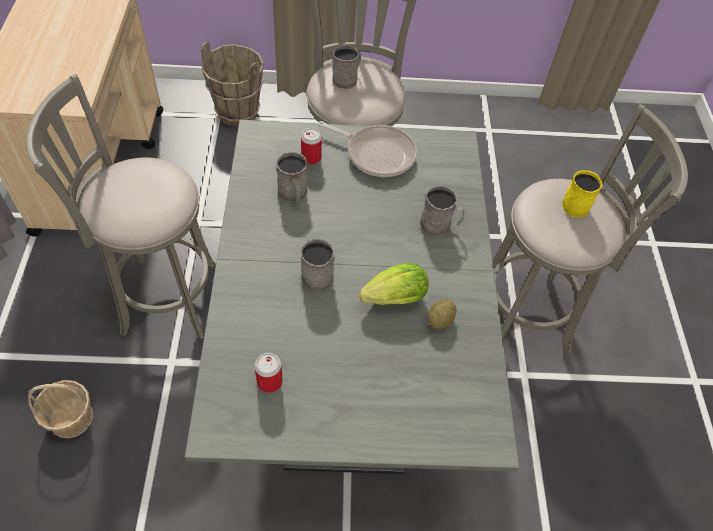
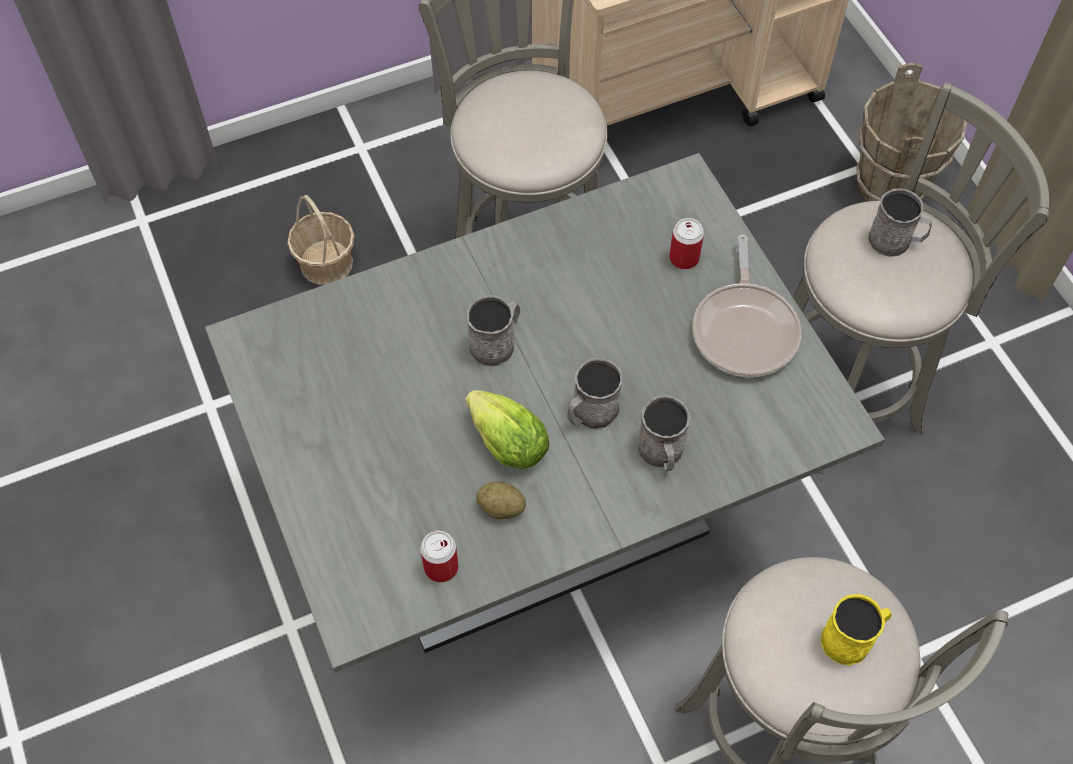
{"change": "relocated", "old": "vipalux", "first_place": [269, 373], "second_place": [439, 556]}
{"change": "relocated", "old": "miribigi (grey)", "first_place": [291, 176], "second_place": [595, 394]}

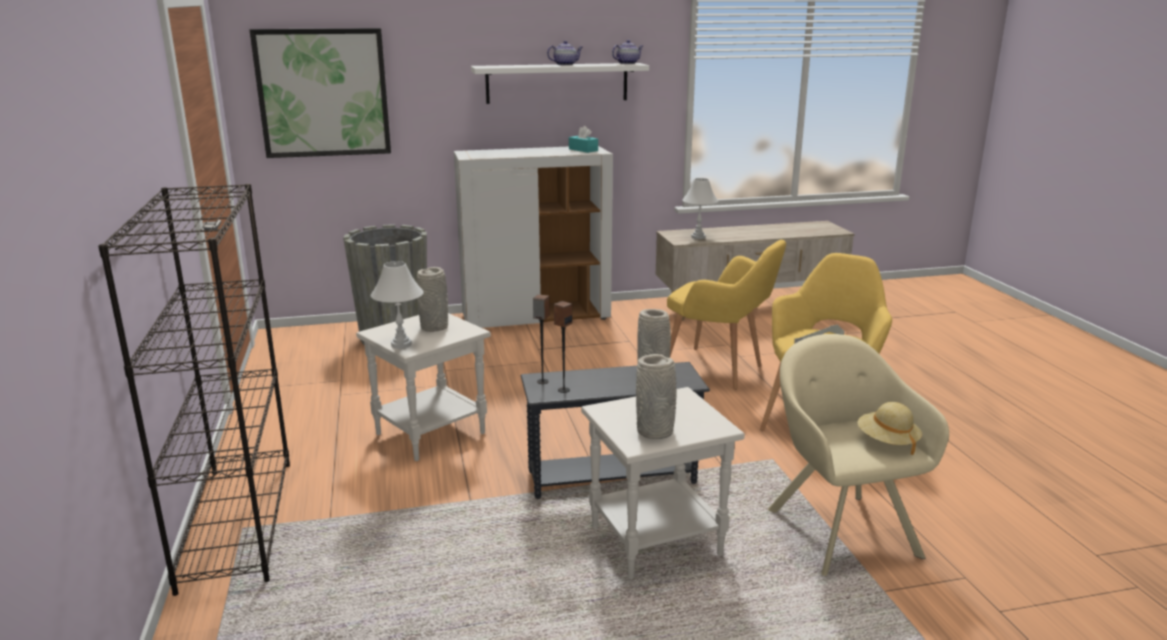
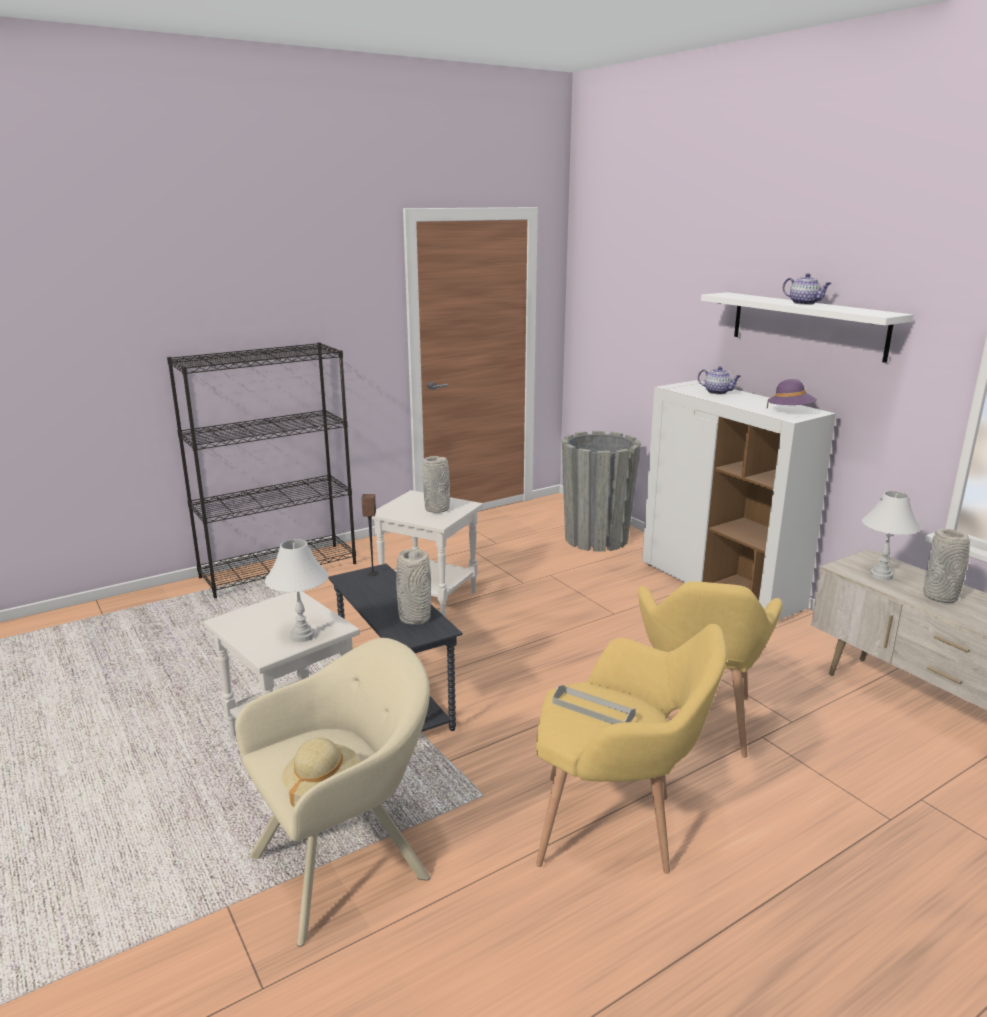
{"change": "missing", "old": "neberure", "first_place": [320, 93]}
{"change": "relocated", "old": "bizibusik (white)", "first_place": [397, 305], "second_place": [297, 590]}
{"change": "missing", "old": "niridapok", "first_place": [563, 347]}
{"change": "exchanged", "old": "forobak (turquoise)", "new": "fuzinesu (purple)", "first_place": [583, 139], "second_place": [792, 393]}
{"change": "relocated", "old": "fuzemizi", "first_place": [627, 52], "second_place": [719, 380]}
{"change": "relocated", "old": "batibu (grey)", "first_place": [656, 396], "second_place": [946, 566]}

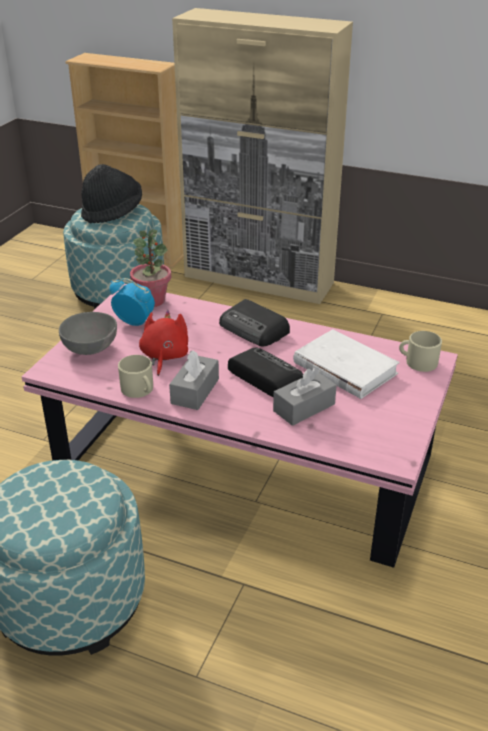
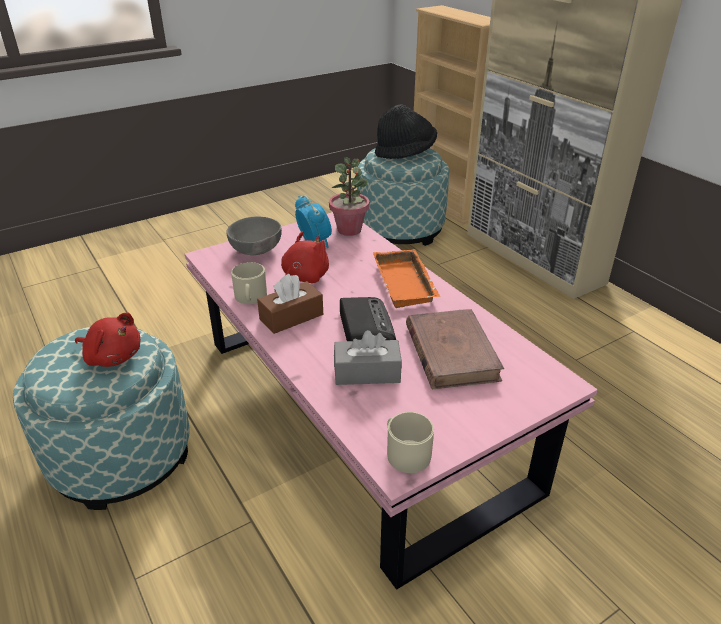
{"change": "colour", "old": "forobak (grey)", "new": "forobak (brown)", "first_place": [194, 380], "second_place": [290, 304]}
{"change": "exchanged", "old": "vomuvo", "new": "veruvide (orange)", "first_place": [254, 322], "second_place": [406, 278]}
{"change": "colour", "old": "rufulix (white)", "new": "rufulix (brown)", "first_place": [346, 364], "second_place": [455, 349]}
{"change": "relocated", "old": "miribigi (beige)", "first_place": [420, 351], "second_place": [410, 442]}
{"change": "appeared", "new": "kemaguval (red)", "second_place": [107, 339]}

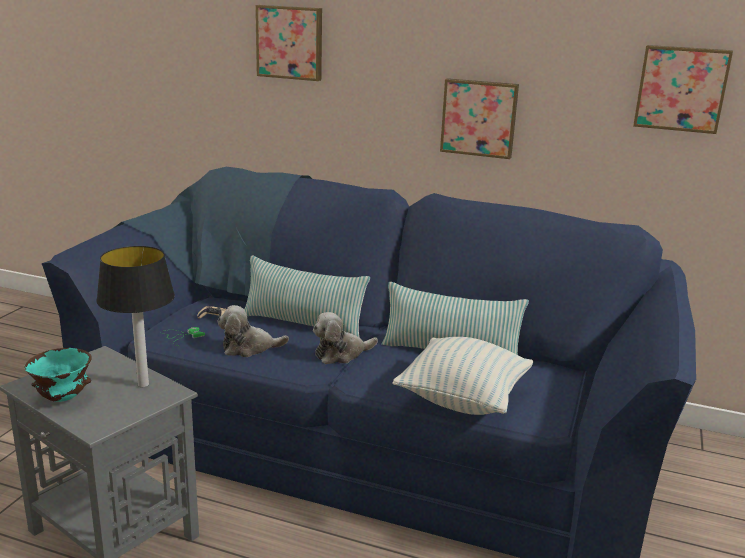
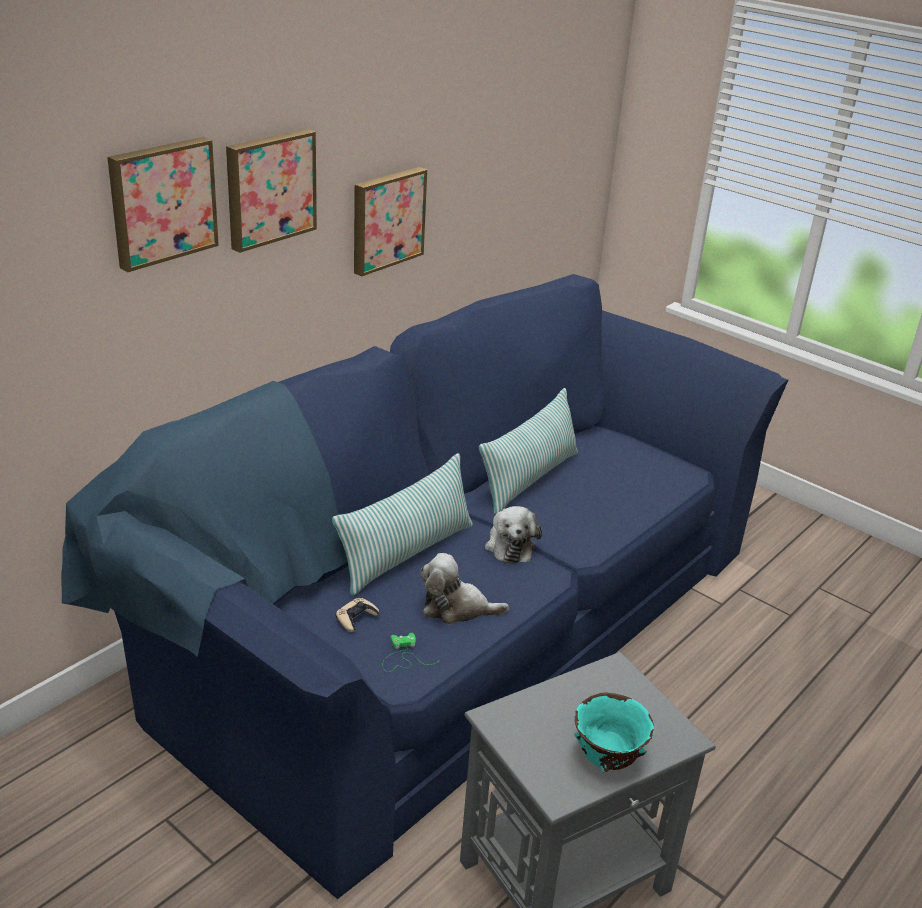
{"change": "missing", "old": "bizibusik", "first_place": [135, 316]}
{"change": "spun", "old": "kemaguval", "first_place": [253, 331], "second_place": [464, 588], "degrees": 90}
{"change": "missing", "old": "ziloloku", "first_place": [463, 376]}
{"change": "relocated", "old": "neberure", "first_place": [683, 89], "second_place": [271, 191]}

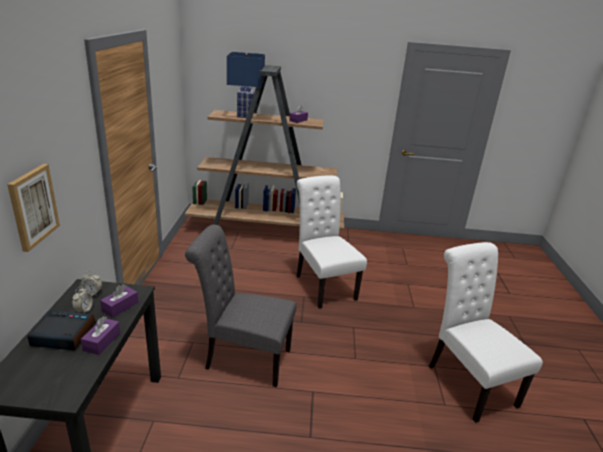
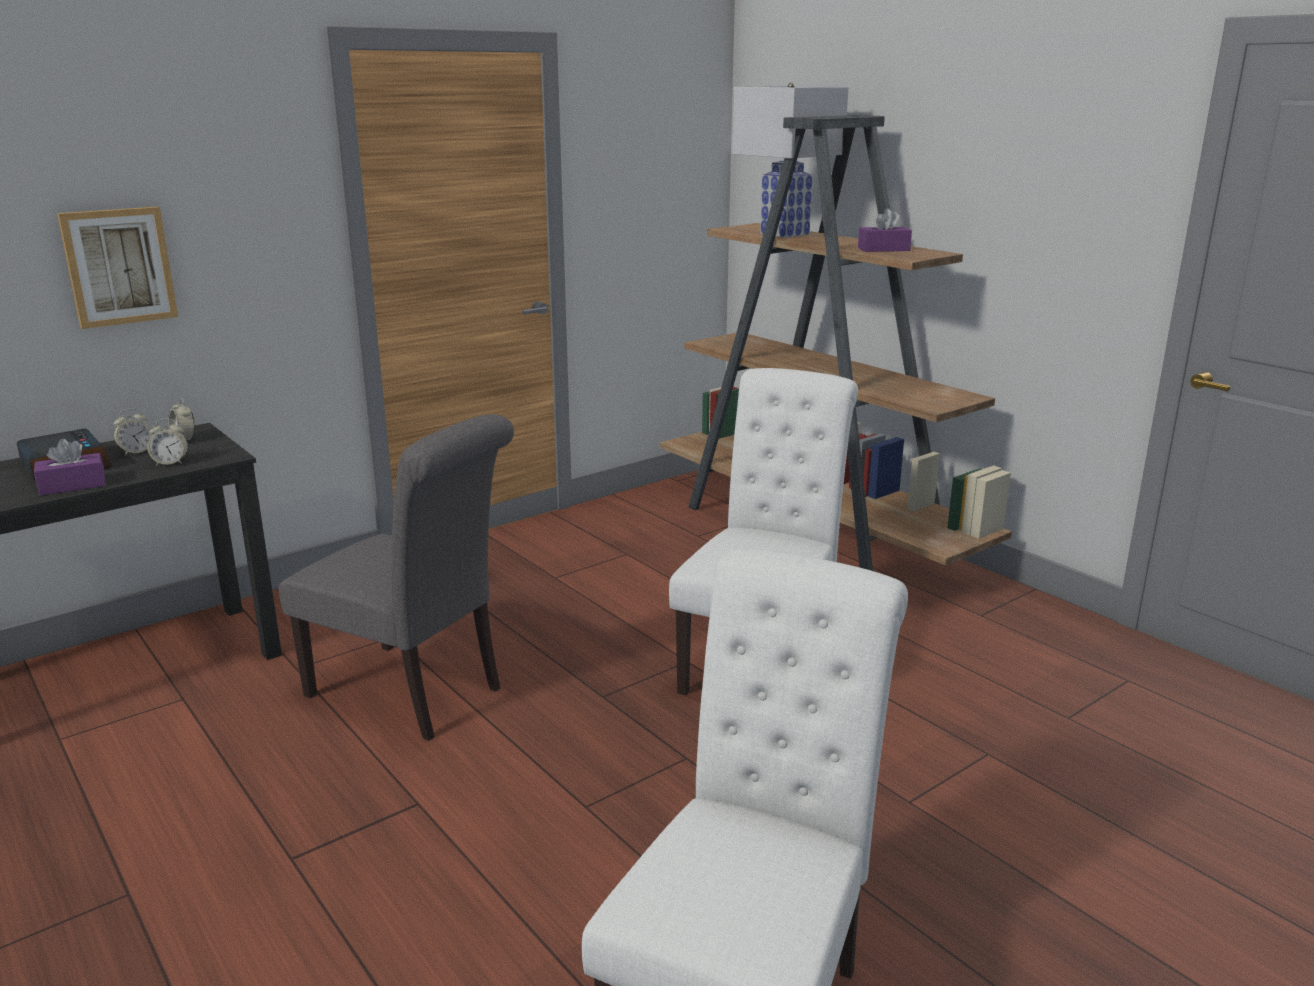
{"change": "exchanged", "old": "forobak (purple)", "new": "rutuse", "first_place": [119, 301], "second_place": [167, 442]}
{"change": "spun", "old": "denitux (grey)", "first_place": [240, 306], "second_place": [396, 577], "degrees": 150}
{"change": "colour", "old": "bizibusik (blue)", "new": "bizibusik (white)", "first_place": [246, 85], "second_place": [791, 160]}

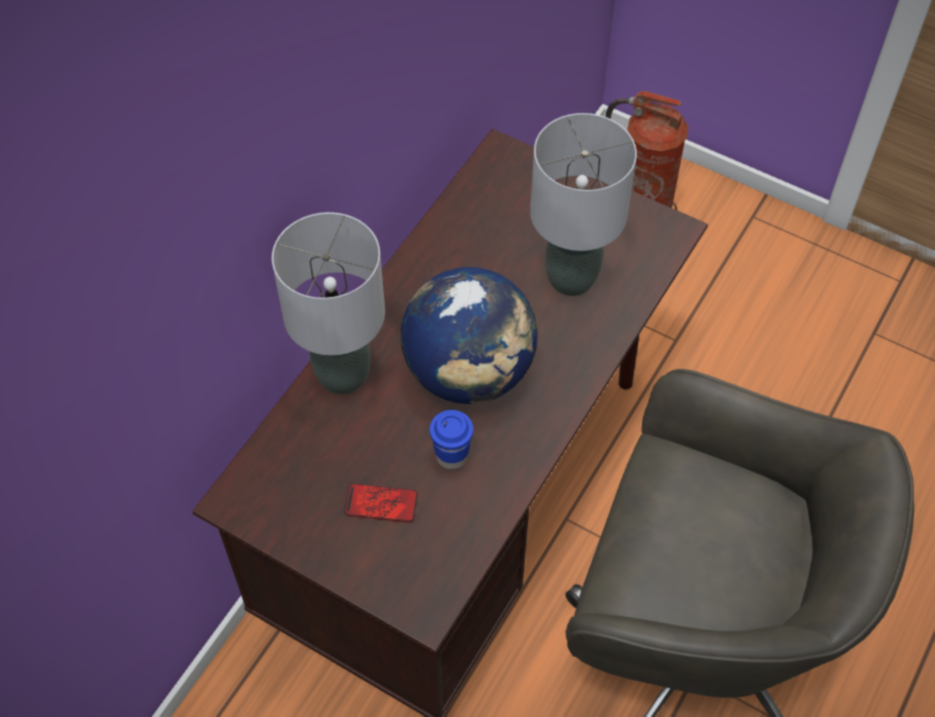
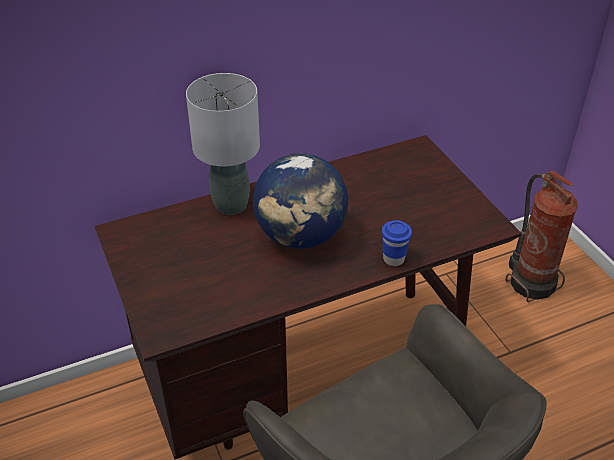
{"change": "missing", "old": "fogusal", "first_place": [381, 503]}
{"change": "relocated", "old": "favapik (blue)", "first_place": [451, 440], "second_place": [397, 243]}
{"change": "missing", "old": "bizibusik (grey)", "first_place": [583, 204]}

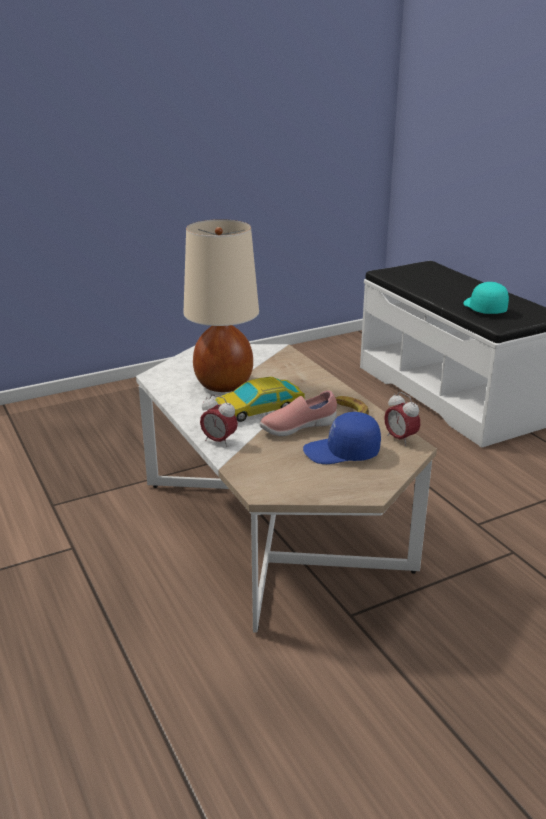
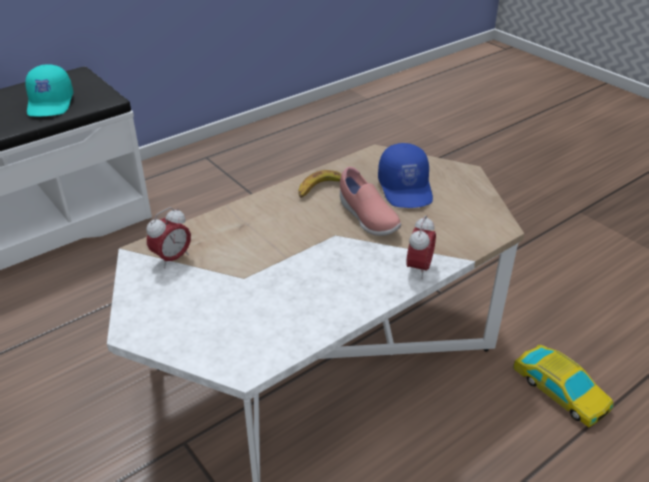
{"change": "missing", "old": "bizibusik (beige)", "first_place": [221, 305]}
{"change": "relocated", "old": "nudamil", "first_place": [260, 399], "second_place": [563, 386]}
{"change": "relocated", "old": "rutuse", "first_place": [402, 419], "second_place": [168, 238]}
{"change": "spun", "old": "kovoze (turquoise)", "first_place": [486, 298], "second_place": [49, 90], "degrees": -75}

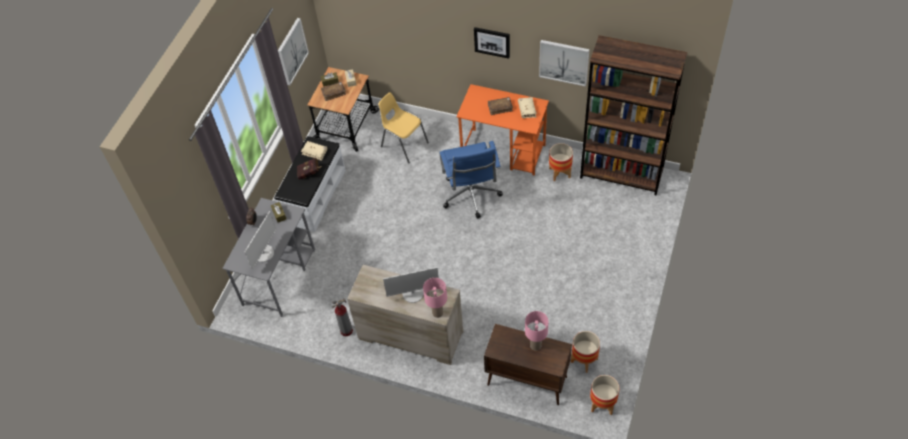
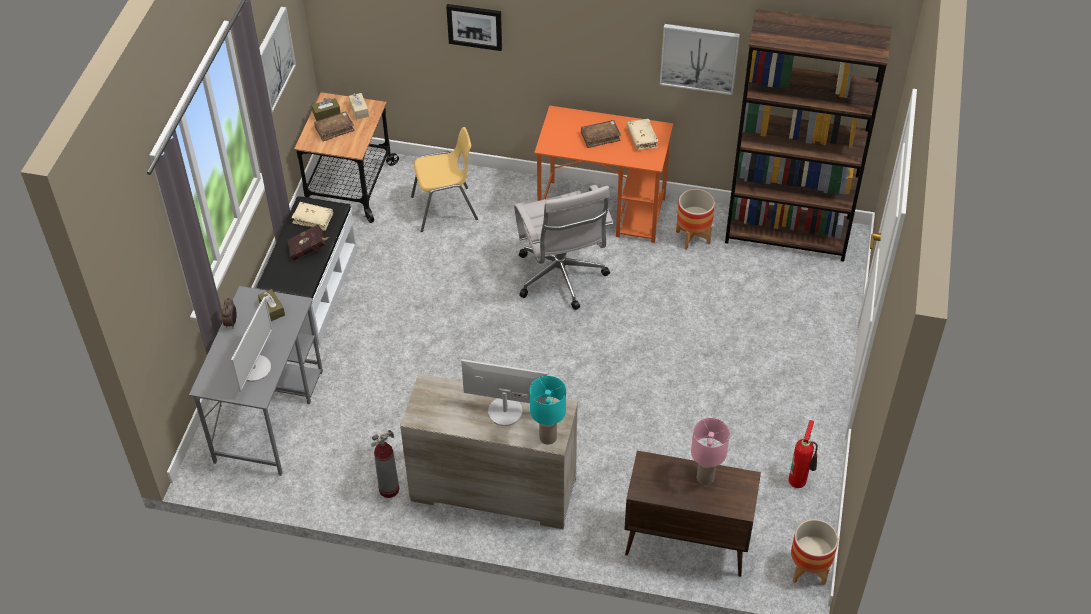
{"change": "spun", "old": "denitux (yellow)", "first_place": [403, 128], "second_place": [444, 179], "degrees": 135}
{"change": "spun", "old": "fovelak", "first_place": [411, 285], "second_place": [504, 392], "degrees": -150}
{"change": "colour", "old": "bizibusik (pink)", "new": "bizibusik (turquoise)", "first_place": [435, 298], "second_place": [548, 410]}
{"change": "colour", "old": "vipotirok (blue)", "new": "vipotirok (white)", "first_place": [471, 179], "second_place": [563, 247]}
{"change": "relocated", "old": "neberure", "first_place": [492, 43], "second_place": [474, 27]}
{"change": "missing", "old": "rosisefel", "first_place": [585, 352]}
{"change": "appeared", "new": "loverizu", "second_place": [803, 454]}

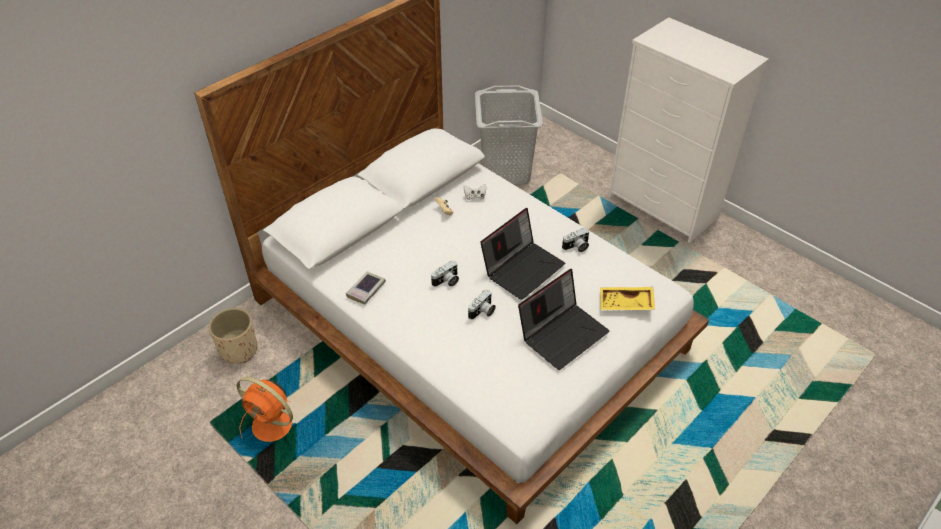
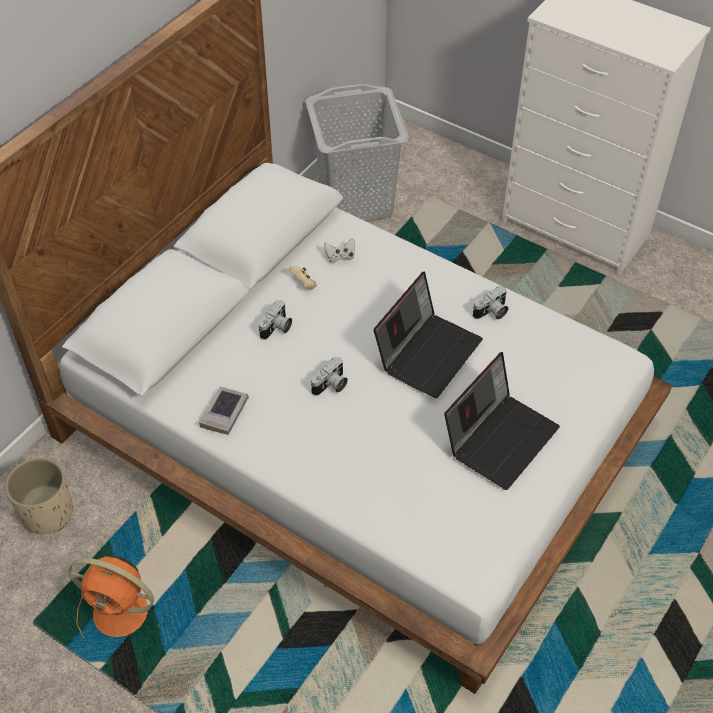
{"change": "relocated", "old": "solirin", "first_place": [482, 305], "second_place": [275, 320]}
{"change": "missing", "old": "veruvide (yellow)", "first_place": [627, 298]}

